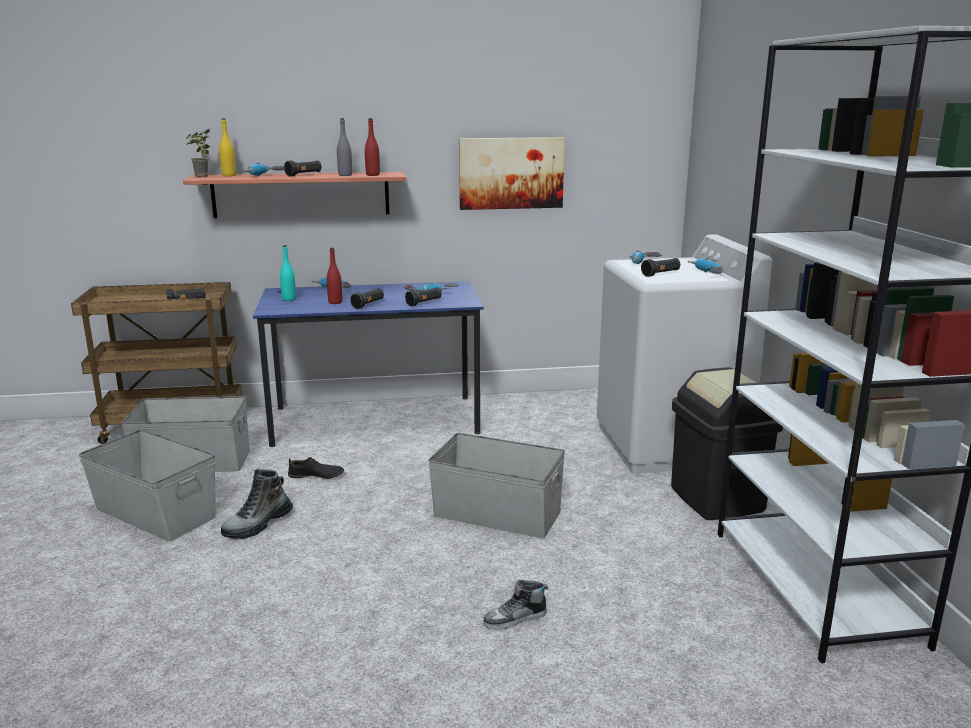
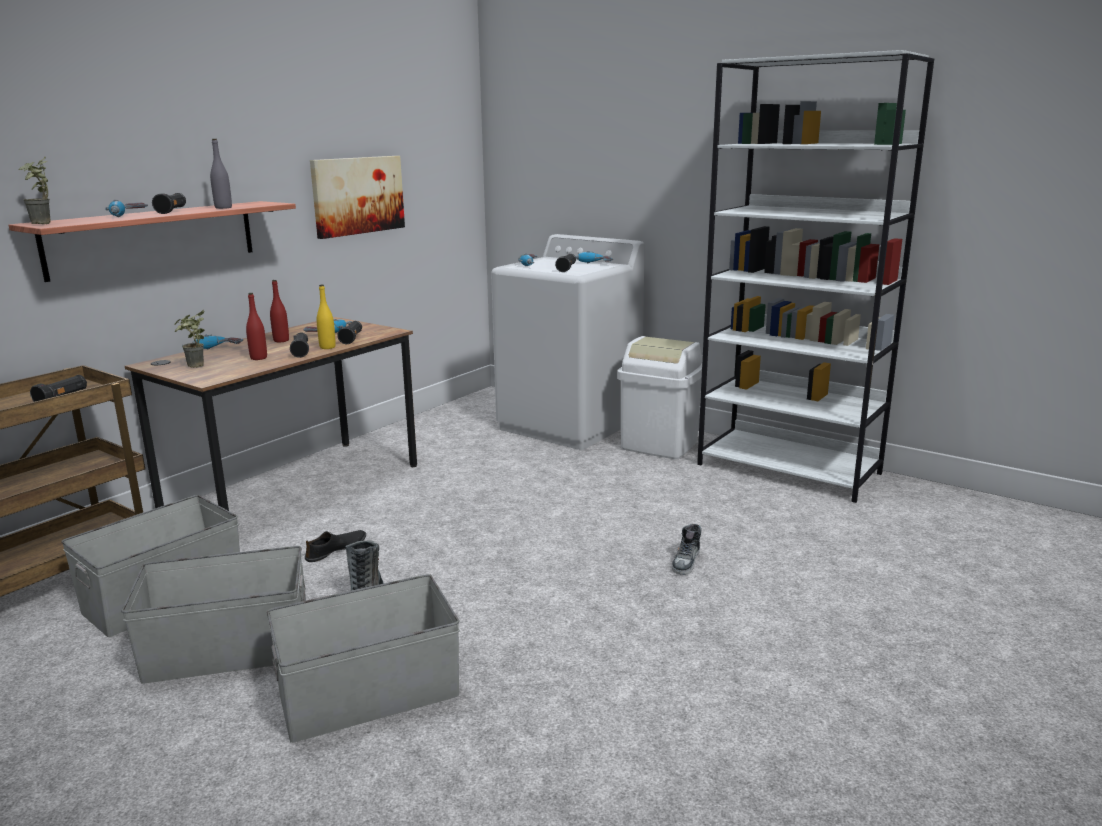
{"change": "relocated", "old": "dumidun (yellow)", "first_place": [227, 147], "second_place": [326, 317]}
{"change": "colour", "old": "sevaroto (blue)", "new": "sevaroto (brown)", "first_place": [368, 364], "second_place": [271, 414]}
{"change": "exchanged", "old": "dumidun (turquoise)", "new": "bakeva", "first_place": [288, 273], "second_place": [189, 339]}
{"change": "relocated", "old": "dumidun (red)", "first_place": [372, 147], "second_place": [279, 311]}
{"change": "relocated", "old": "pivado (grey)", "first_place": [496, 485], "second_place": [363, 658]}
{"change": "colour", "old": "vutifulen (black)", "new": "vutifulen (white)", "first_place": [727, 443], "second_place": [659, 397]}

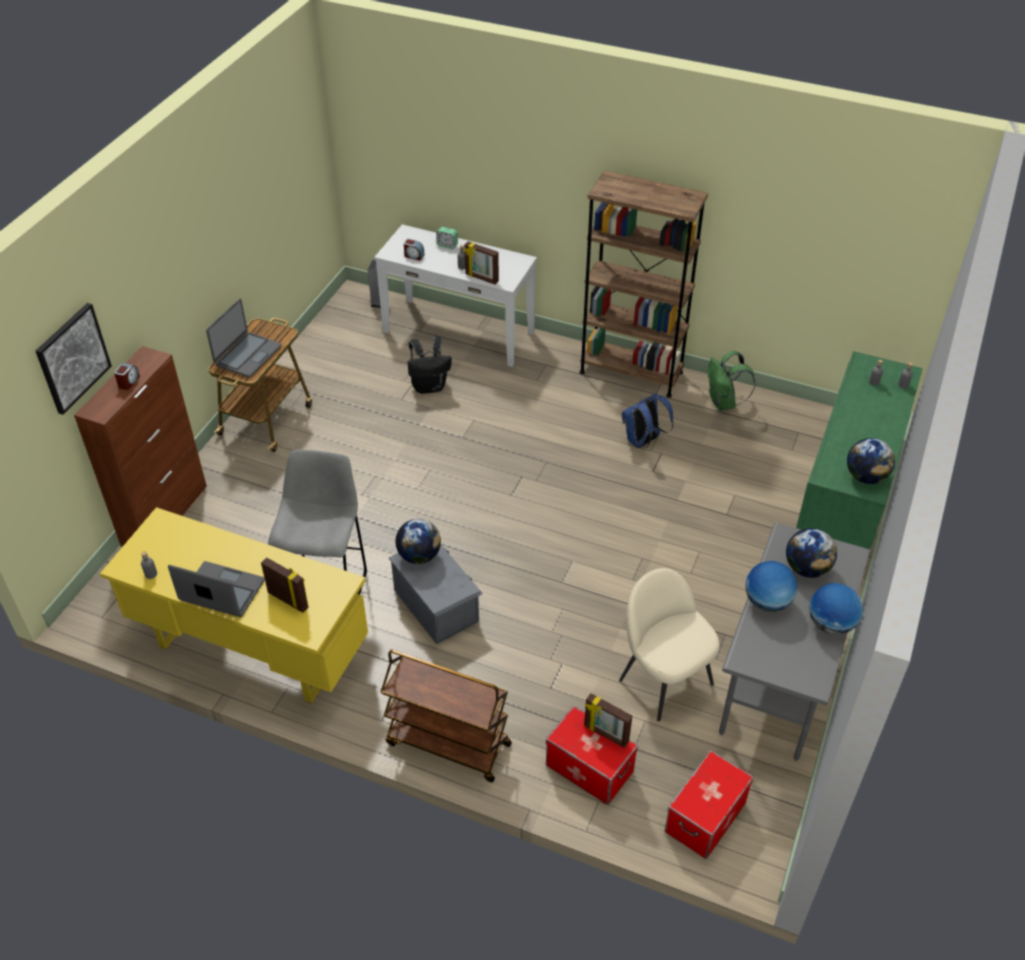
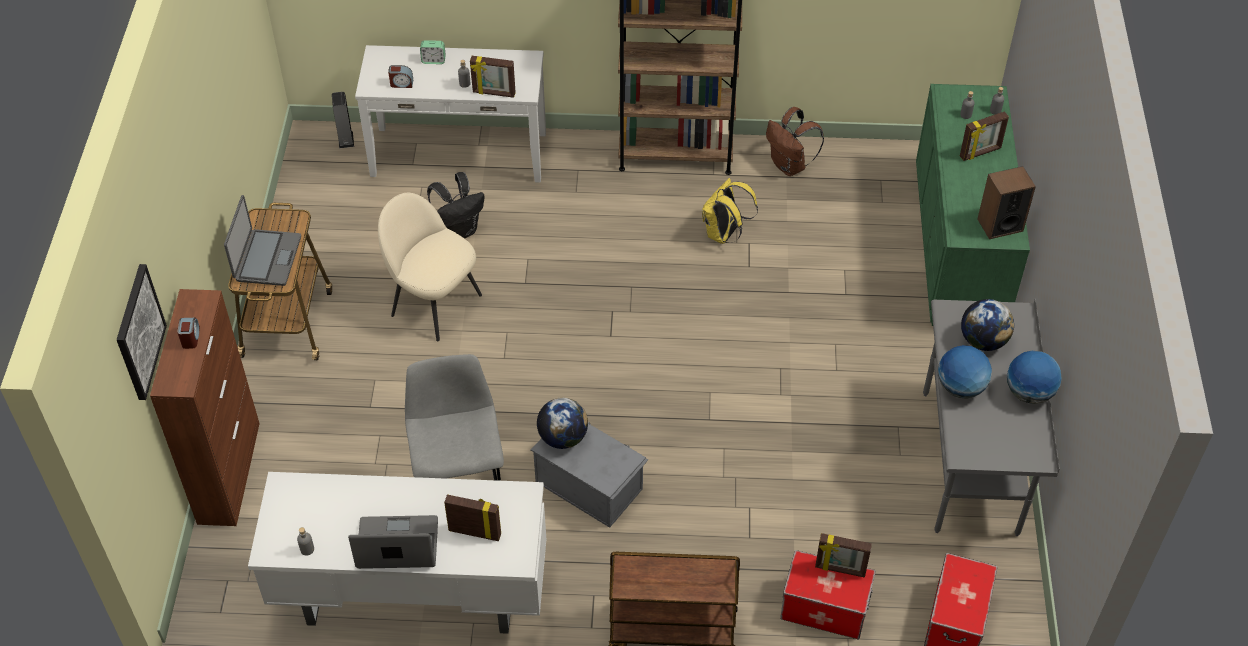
{"change": "colour", "old": "sevaroto (yellow)", "new": "sevaroto (white)", "first_place": [234, 605], "second_place": [397, 553]}
{"change": "relocated", "old": "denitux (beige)", "first_place": [669, 645], "second_place": [430, 267]}
{"change": "colour", "old": "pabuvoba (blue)", "new": "pabuvoba (yellow)", "first_place": [648, 420], "second_place": [730, 211]}
{"change": "colour", "old": "pabuvoba (green)", "new": "pabuvoba (brown)", "first_place": [731, 381], "second_place": [795, 141]}
{"change": "exchanged", "old": "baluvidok", "new": "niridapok", "first_place": [871, 461], "second_place": [1007, 202]}
{"change": "appeared", "new": "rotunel", "second_place": [984, 136]}

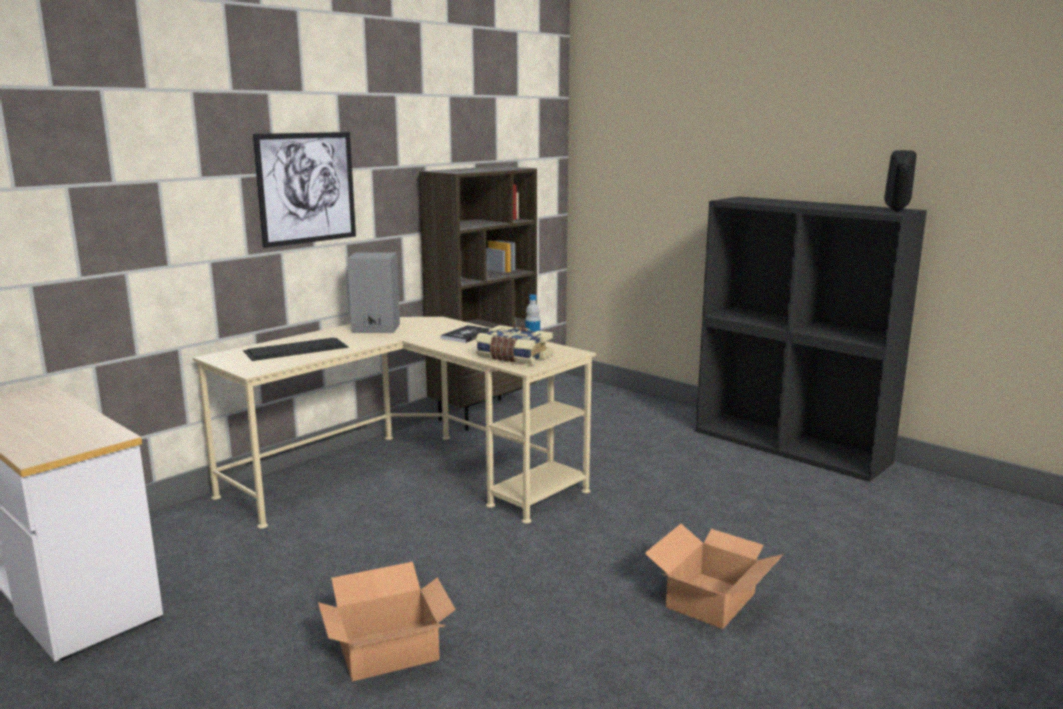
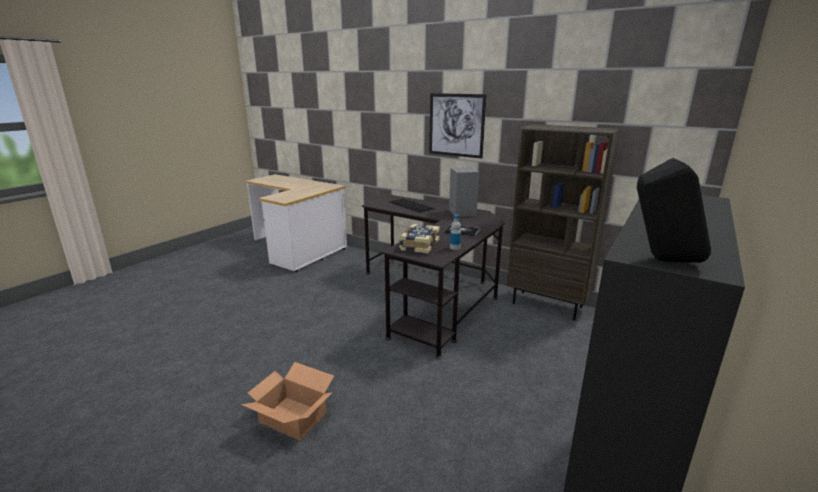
{"change": "colour", "old": "sevaroto (beige)", "new": "sevaroto (black)", "first_place": [394, 423], "second_place": [433, 277]}
{"change": "missing", "old": "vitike", "first_place": [387, 621]}

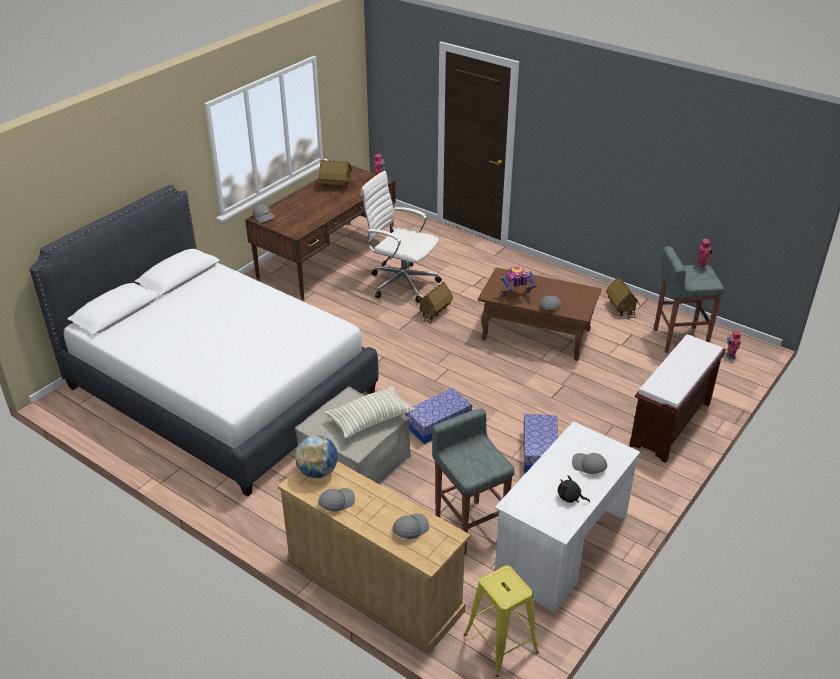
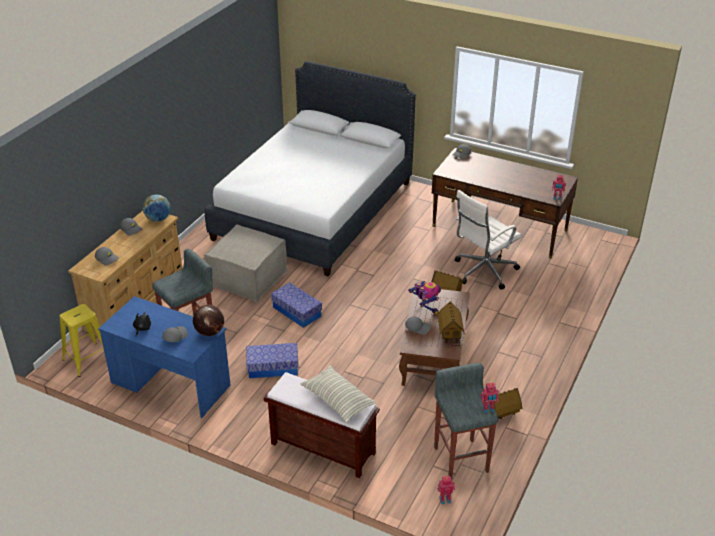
{"change": "relocated", "old": "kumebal", "first_place": [337, 174], "second_place": [451, 323]}
{"change": "relocated", "old": "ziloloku", "first_place": [370, 412], "second_place": [338, 394]}
{"change": "spun", "old": "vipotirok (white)", "first_place": [401, 237], "second_place": [488, 240], "degrees": -150}
{"change": "colour", "old": "sevaroto (white)", "new": "sevaroto (blue)", "first_place": [567, 516], "second_place": [164, 357]}
{"change": "appeared", "new": "baluvidok", "second_place": [208, 320]}

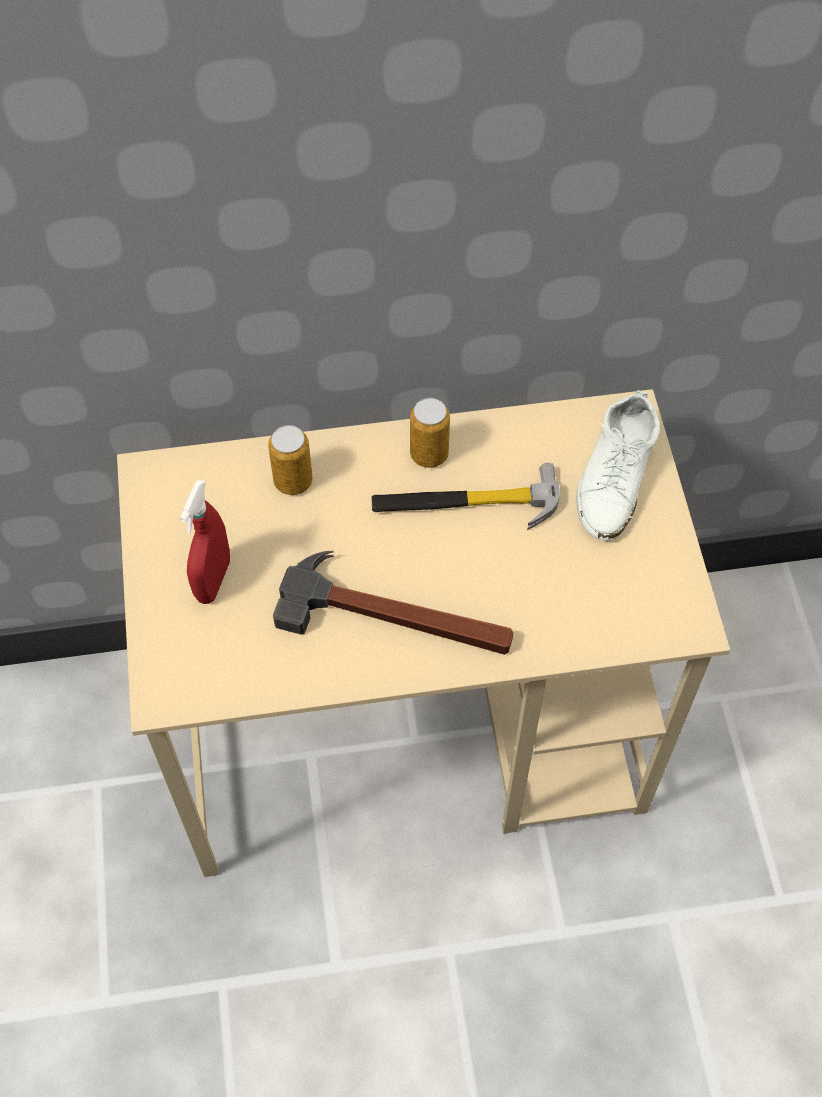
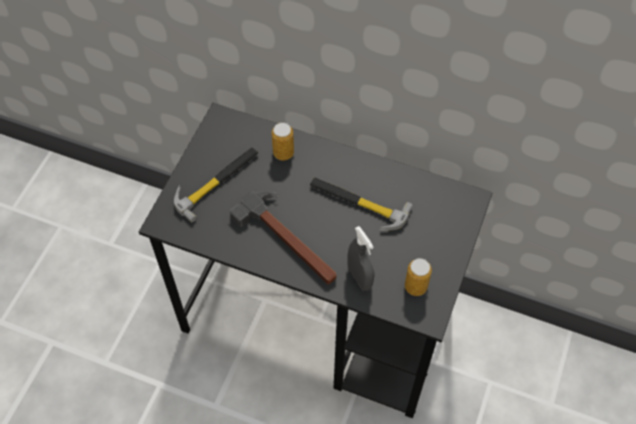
{"change": "colour", "old": "sevaroto (beige)", "new": "sevaroto (black)", "first_place": [423, 633], "second_place": [316, 260]}
{"change": "exchanged", "old": "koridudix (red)", "new": "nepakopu", "first_place": [205, 542], "second_place": [216, 185]}
{"change": "relocated", "old": "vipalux", "first_place": [430, 433], "second_place": [418, 277]}
{"change": "missing", "old": "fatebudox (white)", "first_place": [618, 465]}
{"change": "appeared", "new": "koridudix (grey)", "second_place": [361, 258]}

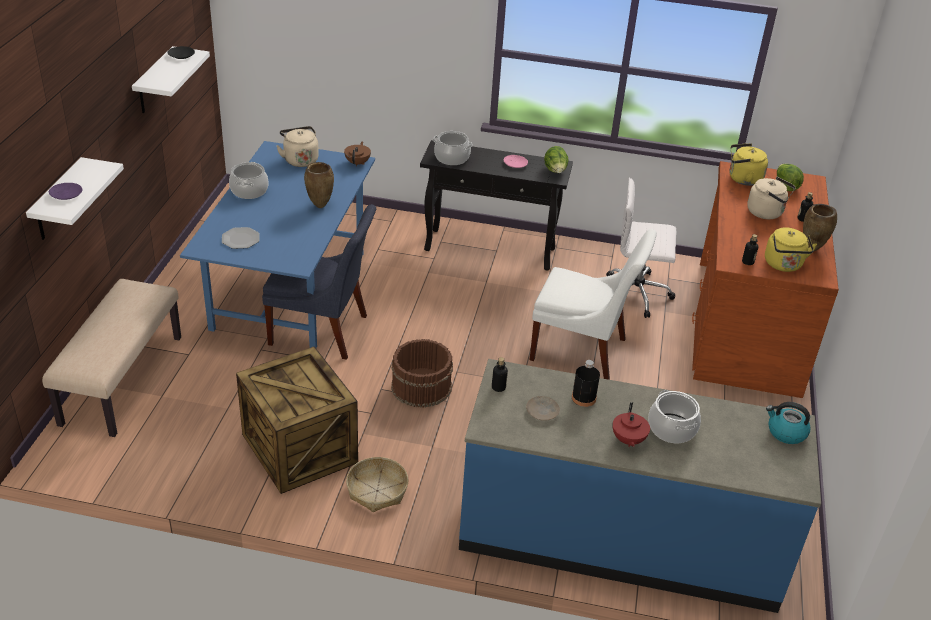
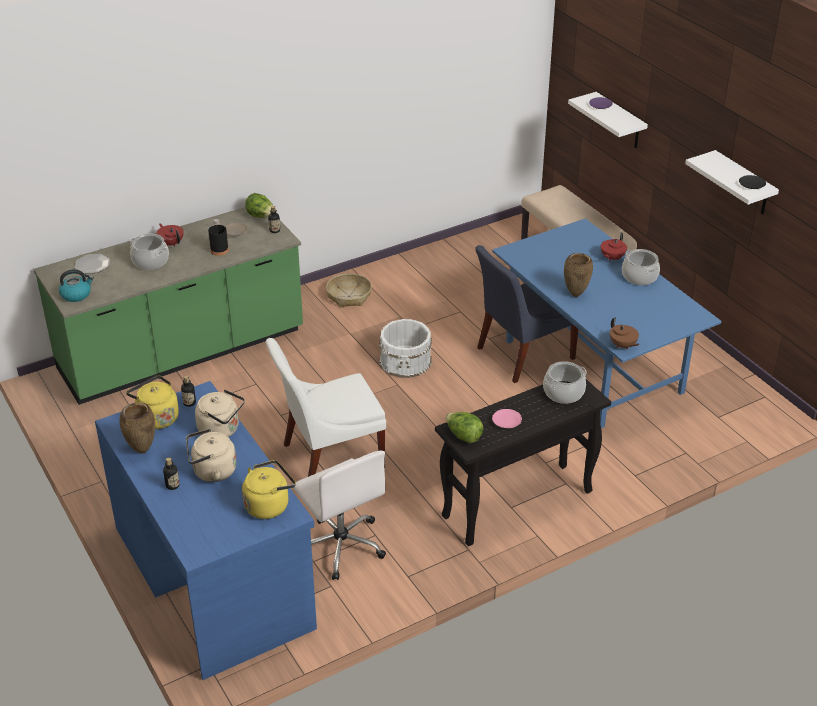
{"change": "relocated", "old": "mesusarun", "first_place": [240, 238], "second_place": [92, 264]}
{"change": "missing", "old": "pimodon", "first_place": [297, 420]}
{"change": "relocated", "old": "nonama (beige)", "first_place": [298, 146], "second_place": [220, 413]}
{"change": "colour", "old": "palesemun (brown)", "new": "palesemun (white)", "first_place": [422, 373], "second_place": [405, 348]}
{"change": "colour", "old": "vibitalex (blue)", "new": "vibitalex (green)", "first_place": [640, 486], "second_place": [168, 306]}
{"change": "spun", "old": "vipotirok (white)", "first_place": [641, 248], "second_place": [339, 515], "degrees": 90}
{"change": "colour", "old": "sevaroto (brown)", "new": "sevaroto (blue)", "first_place": [765, 279], "second_place": [206, 530]}
{"change": "relocated", "old": "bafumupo", "first_place": [790, 177], "second_place": [259, 205]}
{"change": "appeared", "new": "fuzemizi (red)", "second_place": [614, 246]}

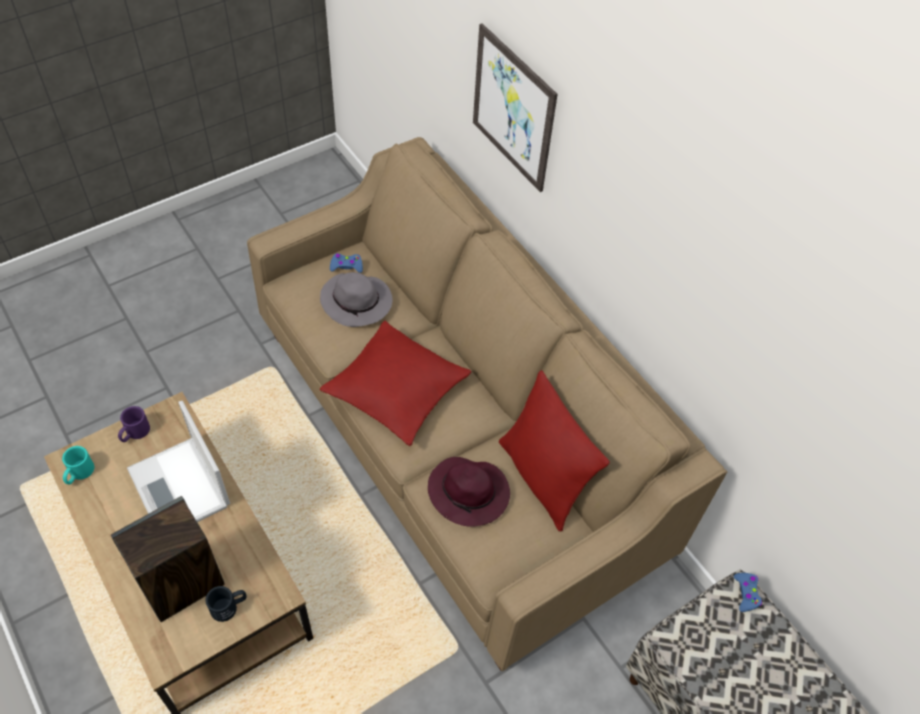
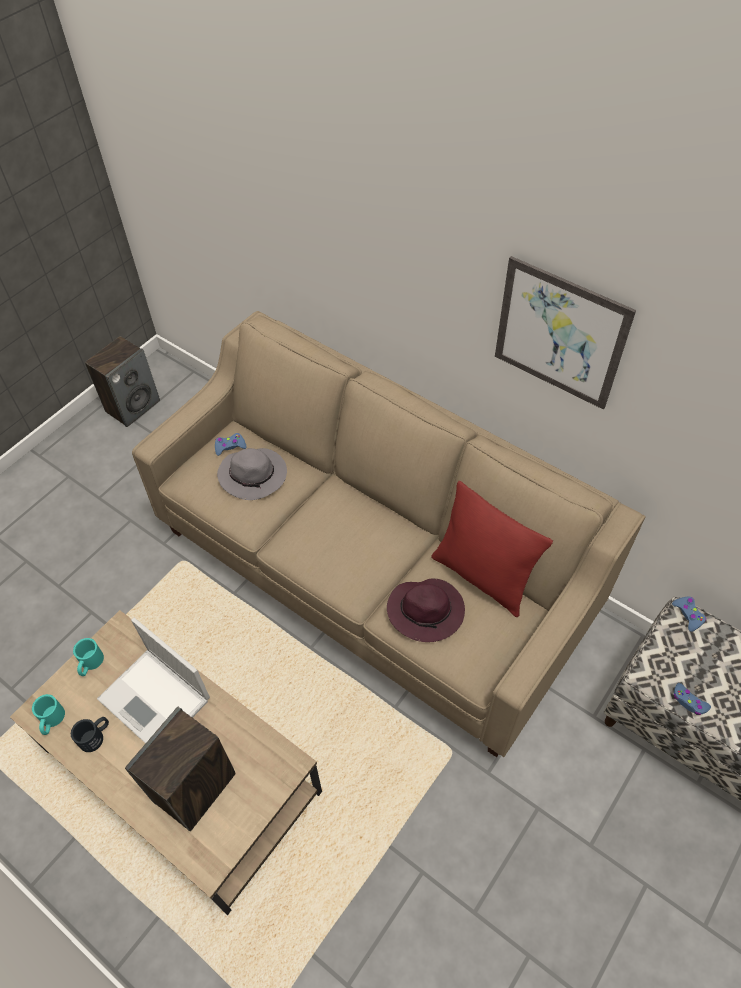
{"change": "colour", "old": "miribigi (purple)", "new": "miribigi (turquoise)", "first_place": [134, 424], "second_place": [88, 657]}
{"change": "relocated", "old": "miribigi (black)", "first_place": [226, 604], "second_place": [90, 734]}
{"change": "missing", "old": "ziloloku (red)", "first_place": [396, 383]}
{"change": "relocated", "old": "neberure", "first_place": [515, 107], "second_place": [565, 333]}
{"change": "appeared", "new": "niridapok", "second_place": [122, 381]}
{"change": "appeared", "new": "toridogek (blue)", "second_place": [692, 699]}

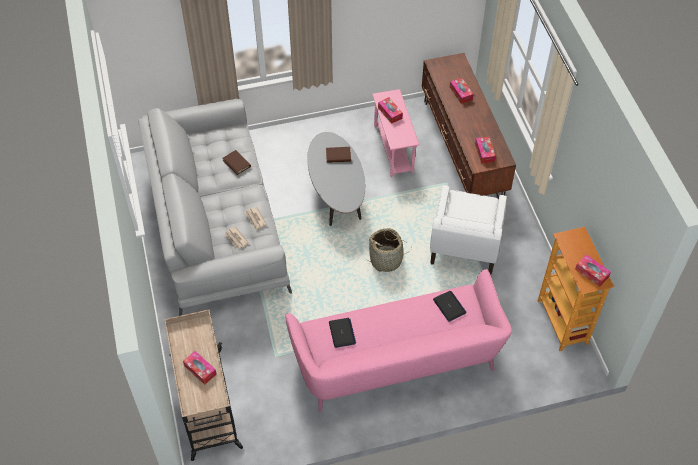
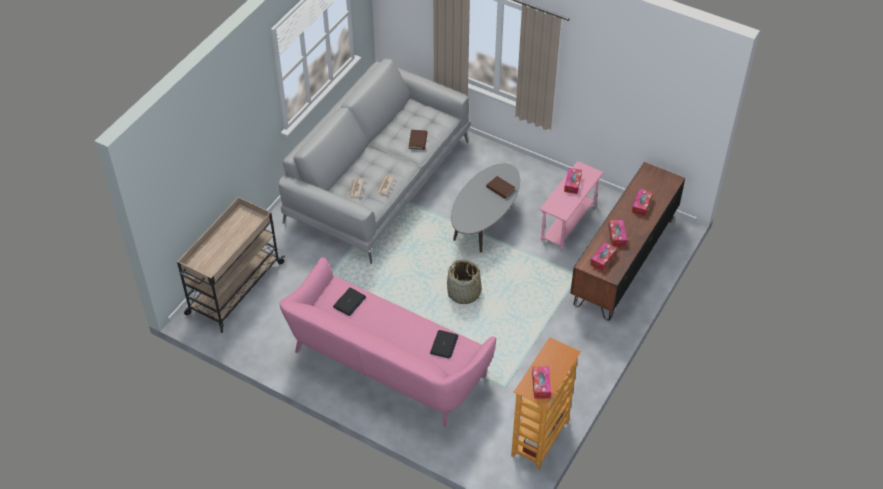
{"change": "relocated", "old": "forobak", "first_place": [200, 368], "second_place": [618, 233]}
{"change": "missing", "old": "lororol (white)", "first_place": [468, 230]}

